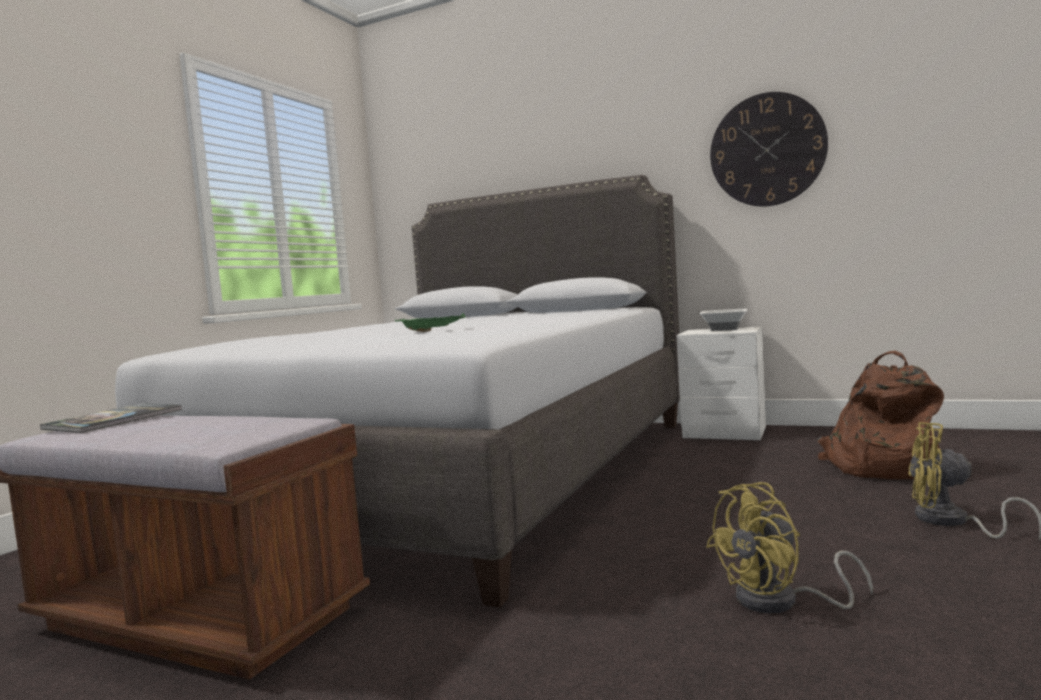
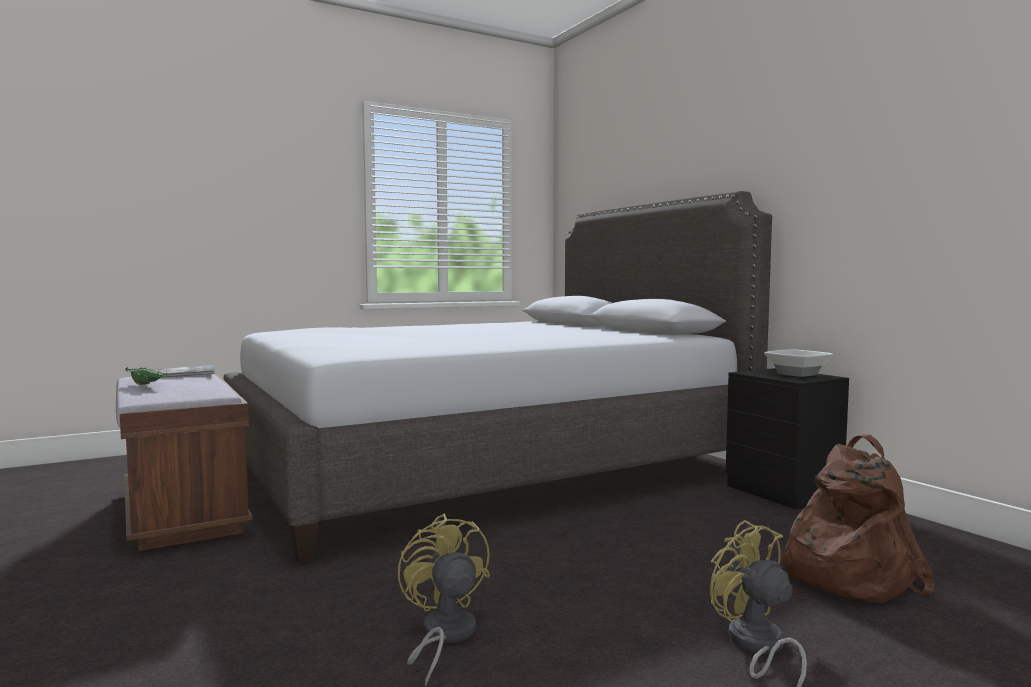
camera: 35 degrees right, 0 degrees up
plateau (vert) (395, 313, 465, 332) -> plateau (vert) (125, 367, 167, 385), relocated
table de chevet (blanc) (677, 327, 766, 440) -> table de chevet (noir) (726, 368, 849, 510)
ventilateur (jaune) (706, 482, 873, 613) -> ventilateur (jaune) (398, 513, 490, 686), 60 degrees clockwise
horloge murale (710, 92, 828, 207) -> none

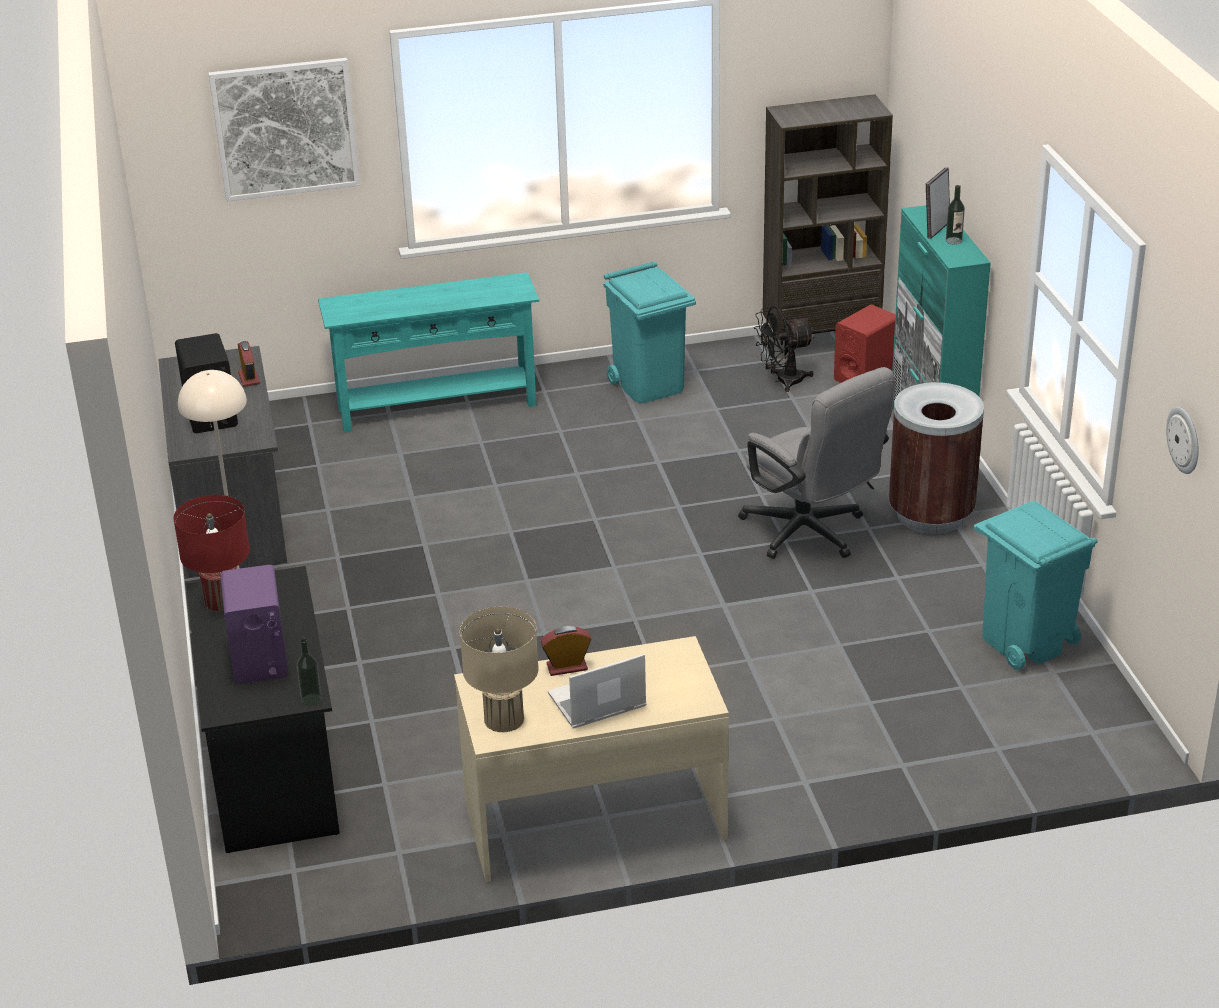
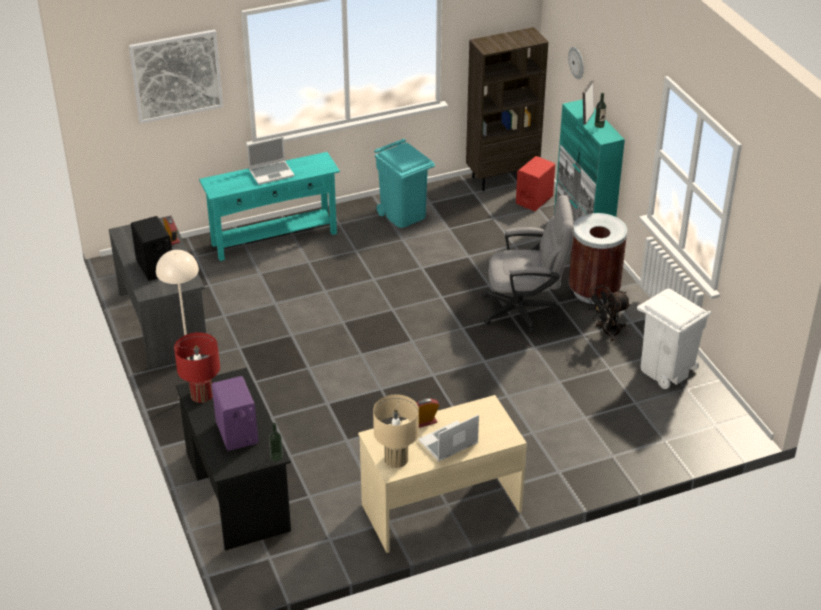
camera: 10 degrees left, 5 degrees up
chaise de bureau (gris) (738, 367, 895, 559) -> chaise de bureau (gris) (482, 195, 574, 333), 45 degrees counterclockwise
ventilateur (noir) (754, 306, 815, 392) -> ventilateur (noir) (587, 285, 631, 342), relocated
poubelle (turquoise) (974, 501, 1098, 670) -> poubelle (blanc) (637, 289, 711, 389)
horloge murale (1166, 407, 1199, 474) -> horloge murale (568, 47, 584, 79), relocated
none -> ordinateur portable (247, 137, 294, 185)

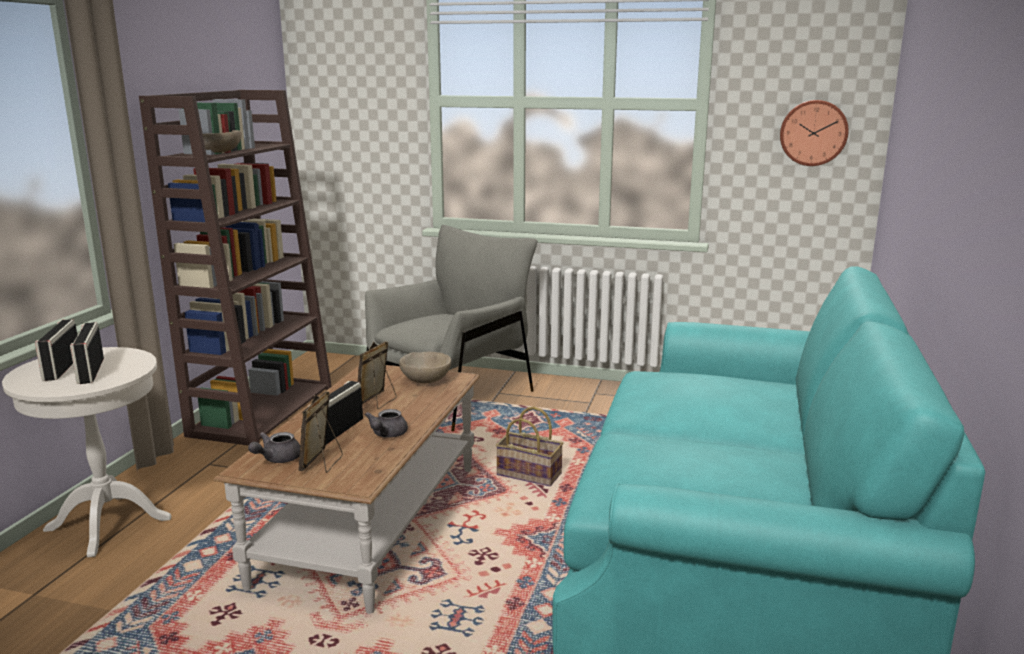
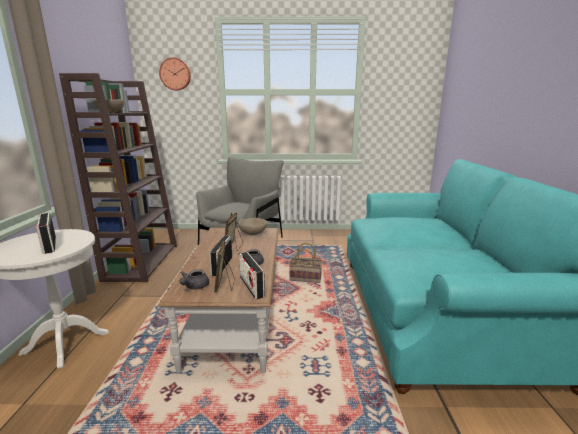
camera: 15 degrees left, 0 degrees up
radio (35, 319, 78, 381) -> radio (239, 252, 265, 299), relocated
horloge murale (780, 100, 849, 166) -> horloge murale (159, 57, 191, 91), relocated

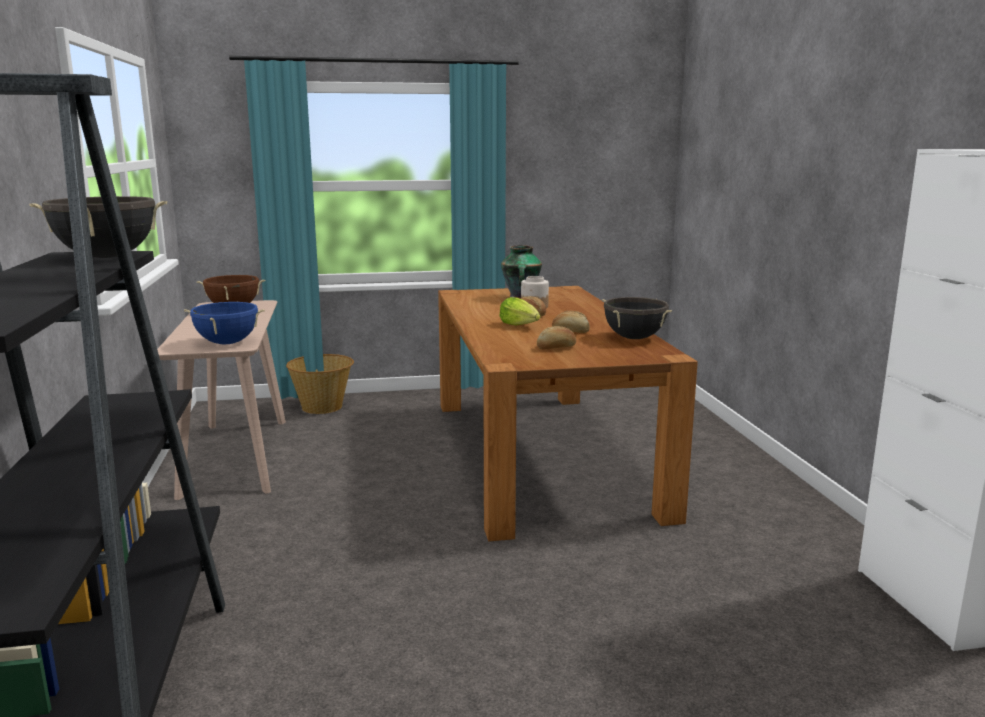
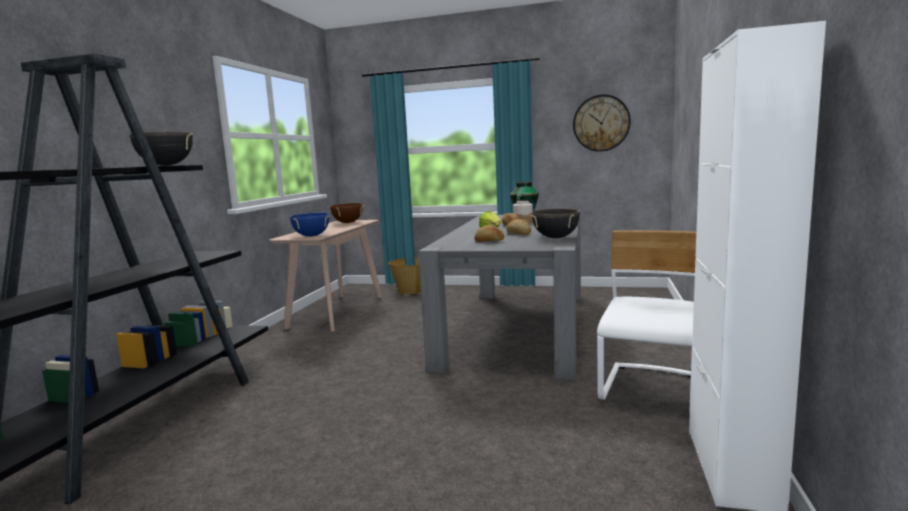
camera: 25 degrees right, 5 degrees down
table à manger (marron) (438, 286, 698, 541) -> table à manger (gris) (418, 215, 581, 381)
none -> horloge murale (573, 94, 631, 152)
none -> chaise (blanc) (597, 230, 696, 400)

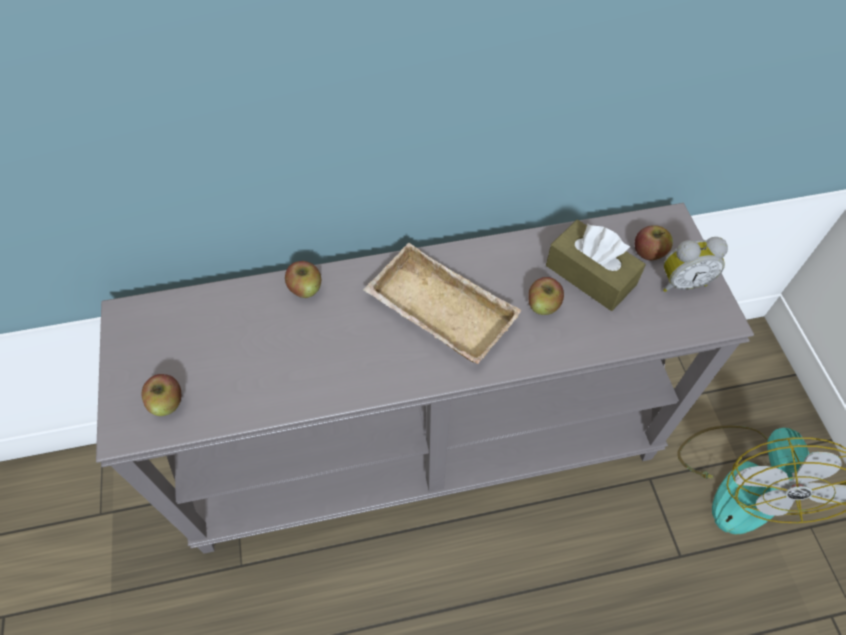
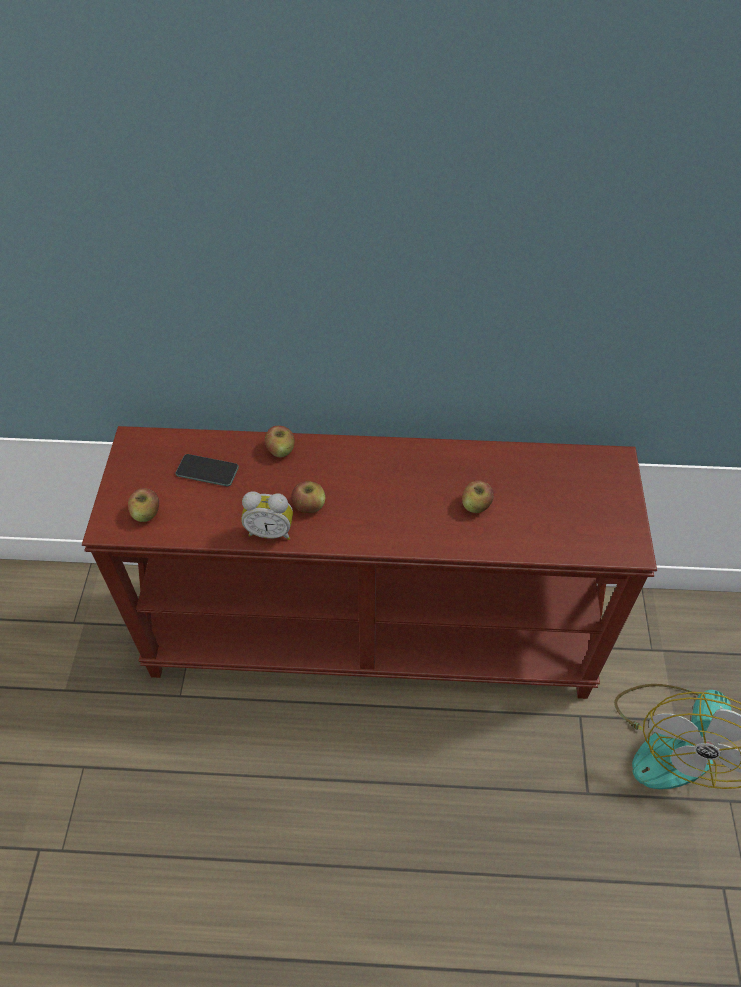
camera: 15 degrees right, 5 degrees down
table console (gris) (96, 203, 754, 554) -> table console (marron) (82, 426, 657, 699)
plateau (beige) (363, 243, 521, 364) -> none
boîte à mouchoirs (marron) (546, 220, 646, 311) -> none
pomme (635, 225, 673, 260) -> pomme (291, 481, 325, 513), relocated
réveil (663, 237, 728, 292) -> réveil (241, 491, 293, 540), relocated
none -> téléphone (176, 454, 239, 486)

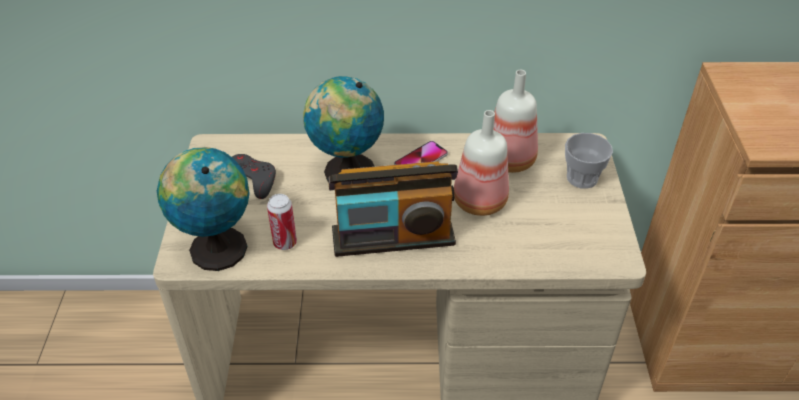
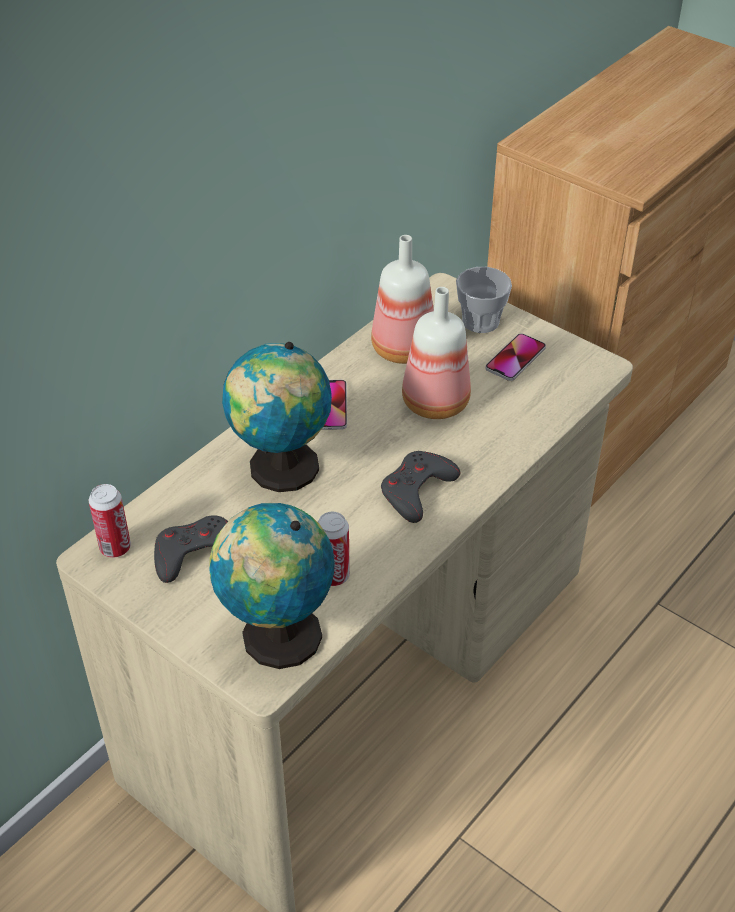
camera: 50 degrees left, 0 degrees up
radio (328, 161, 458, 257) -> manette (gris) (381, 451, 460, 523)
none -> boîte métallique (89, 484, 131, 558)
none -> téléphone (486, 333, 546, 381)

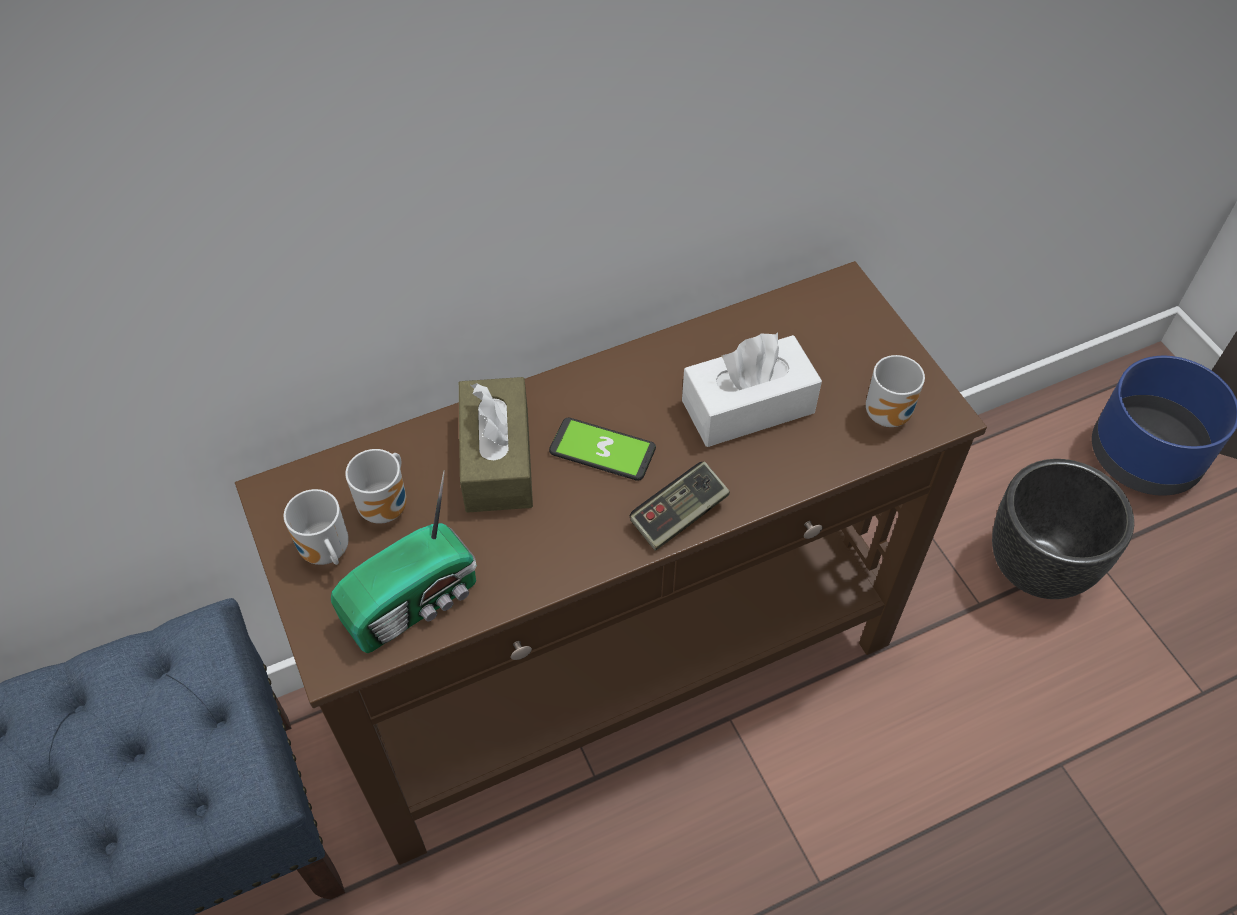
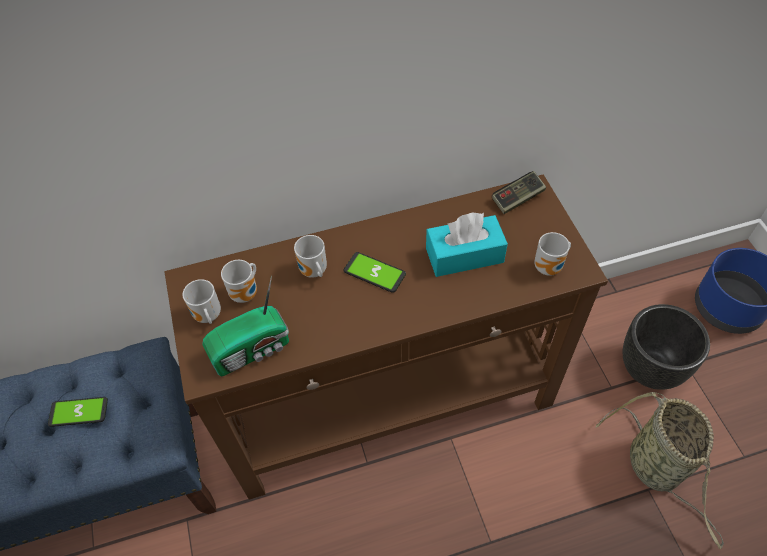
camera: 10 degrees right, 0 degrees up
boîte à mouchoirs (marron) (459, 377, 533, 513) -> mug (294, 235, 327, 278)
manette (630, 461, 730, 550) -> manette (492, 171, 546, 214), relocated
boîte à mouchoirs (blanc) (682, 332, 822, 447) -> boîte à mouchoirs (turquoise) (426, 212, 508, 277)
none -> téléphone (48, 397, 108, 427)
none -> panier (596, 392, 724, 549)

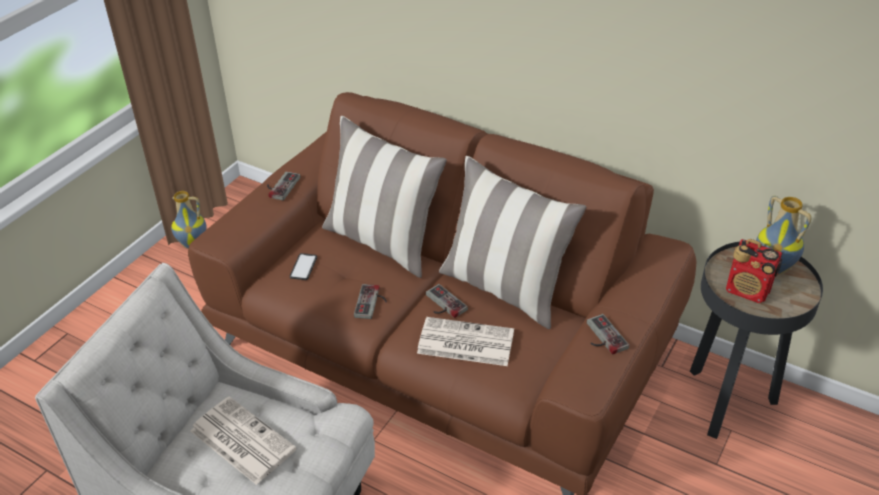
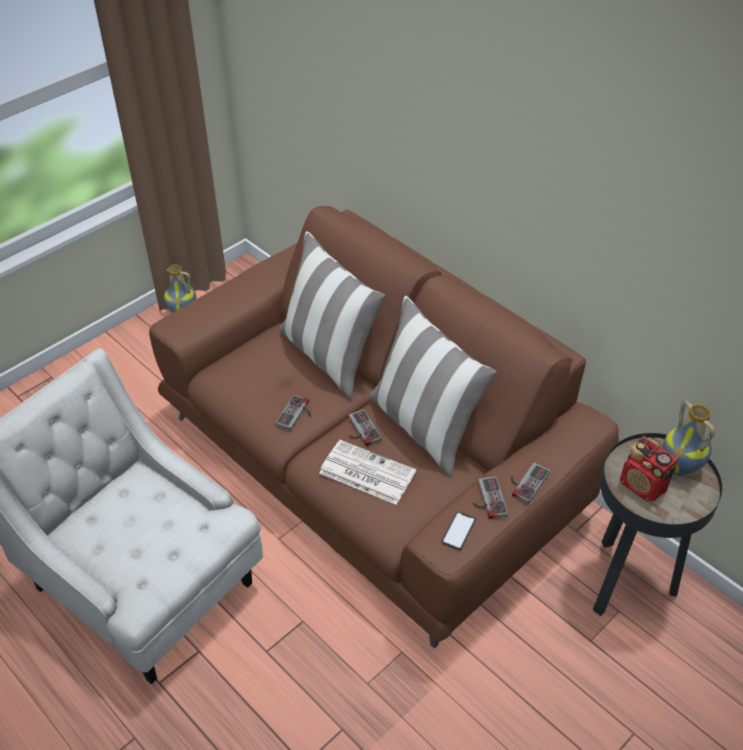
camera: 15 degrees right, 5 degrees up
journal (190, 396, 297, 485) -> none
manette (267, 171, 300, 200) -> manette (511, 463, 550, 504), relocated
téléphone (290, 253, 317, 280) -> téléphone (442, 511, 476, 550), relocated

